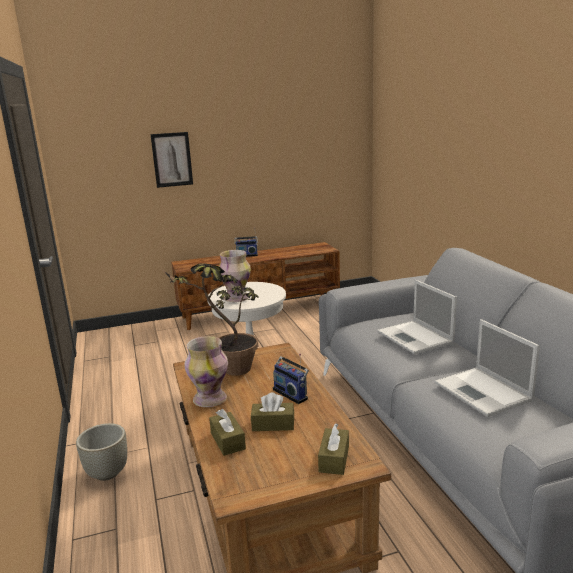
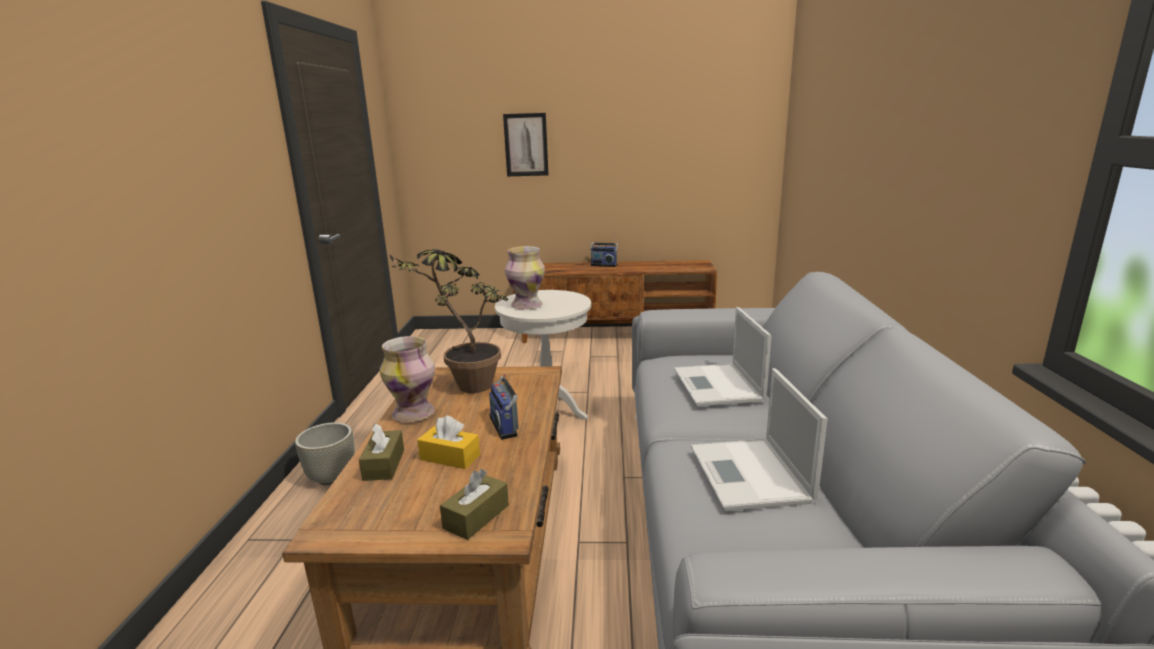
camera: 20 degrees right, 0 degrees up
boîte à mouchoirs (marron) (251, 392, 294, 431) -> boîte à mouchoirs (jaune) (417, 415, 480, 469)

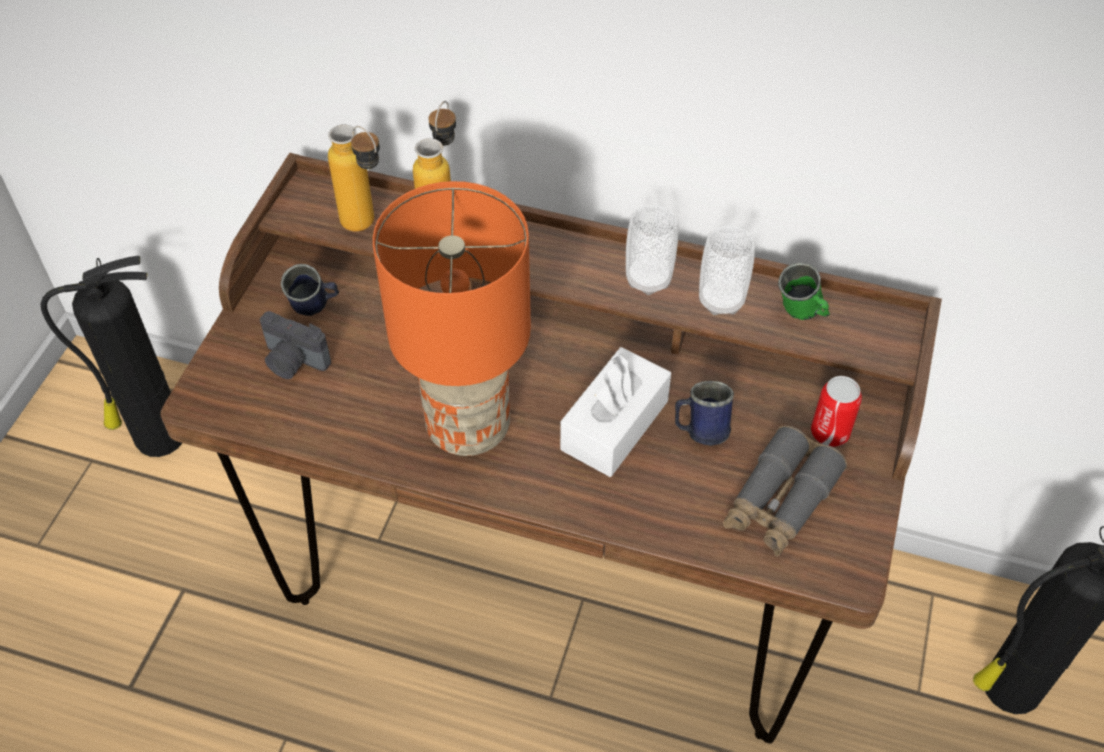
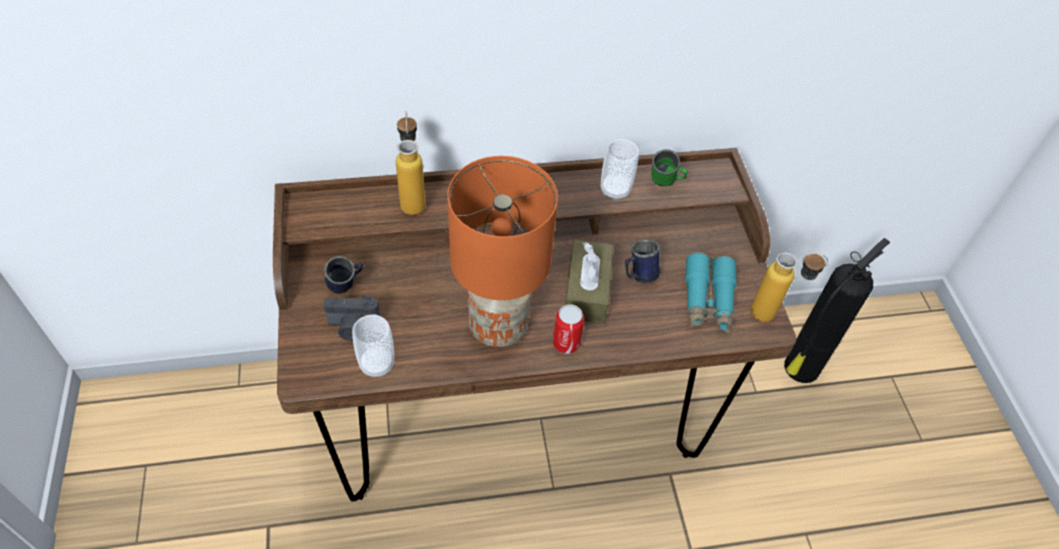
camera: 30 degrees left, 0 degrees up
extincteur (40, 256, 182, 457) -> none
bouteille (328, 124, 380, 232) -> bouteille (750, 252, 828, 322), relocated
boîte à mouchoirs (blanc) (560, 347, 671, 477) -> boîte à mouchoirs (marron) (565, 239, 613, 324)
tasse (626, 205, 678, 295) -> tasse (352, 315, 394, 377), relocated
jumelles (gris) (723, 426, 847, 557) -> jumelles (turquoise) (685, 252, 737, 333)
boîte métallique (811, 376, 862, 447) -> boîte métallique (553, 304, 584, 354), relocated

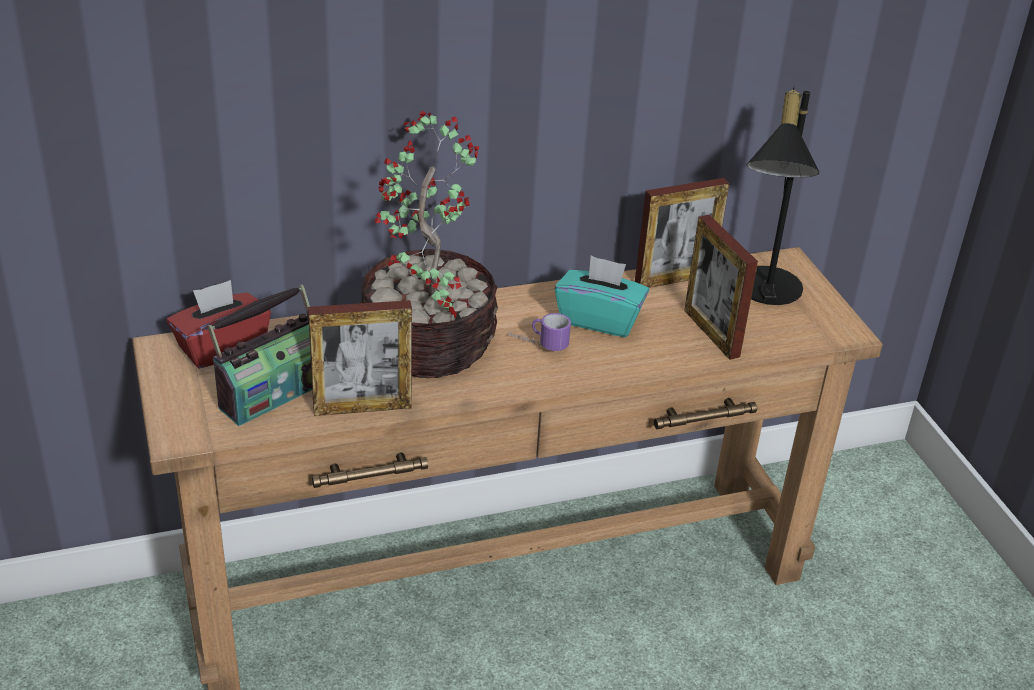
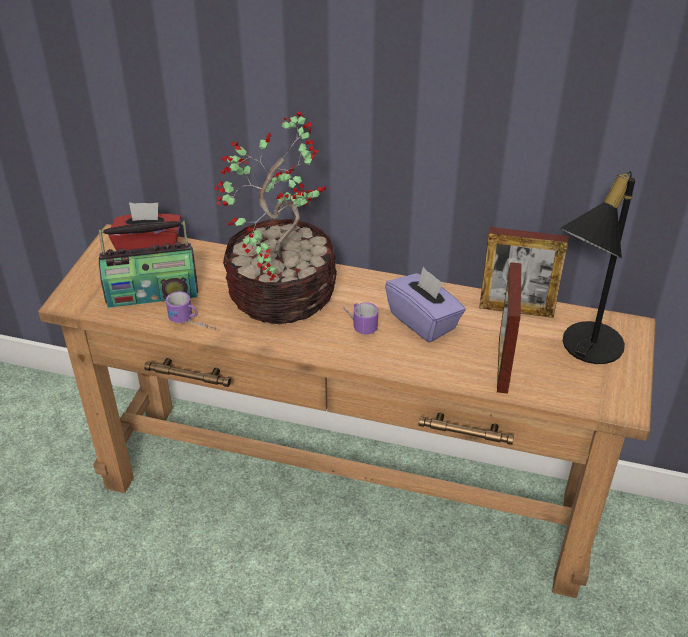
camera: 35 degrees right, 5 degrees up
cadre photo (308, 300, 412, 416) -> mug (166, 291, 218, 331)
boîte à mouchoirs (turquoise) (555, 255, 649, 337) -> boîte à mouchoirs (violet) (385, 267, 466, 343)

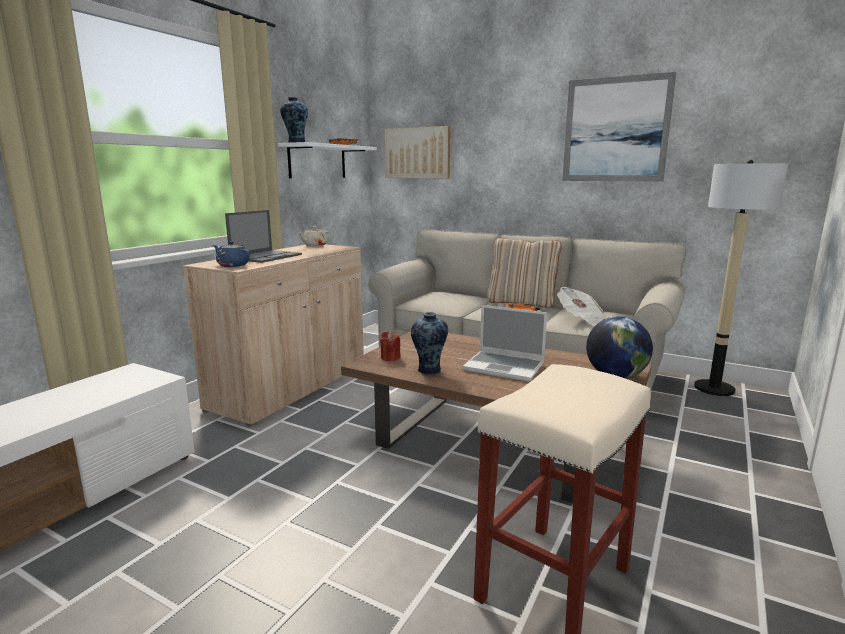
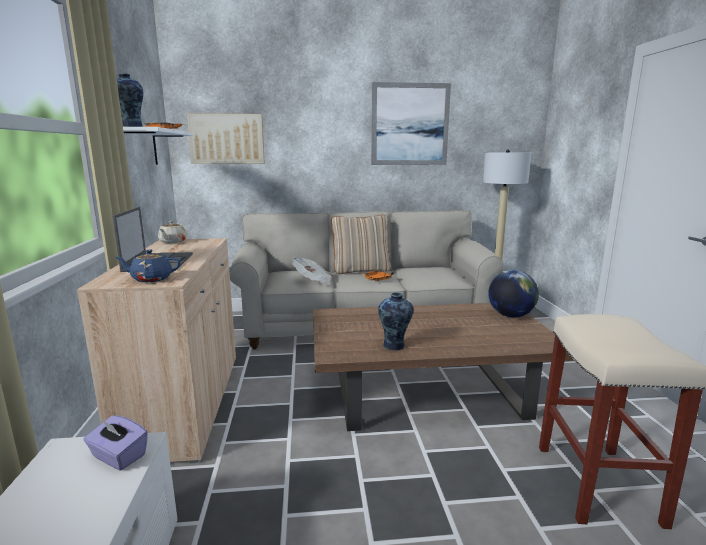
camera: 35 degrees left, 0 degrees up
bougie (rouge) (380, 332, 401, 361) -> none
ordinateur portable (463, 305, 547, 382) -> none
journal (557, 287, 607, 325) -> journal (292, 257, 332, 285), relocated
none -> boîte à mouchoirs (violet) (83, 416, 148, 470)

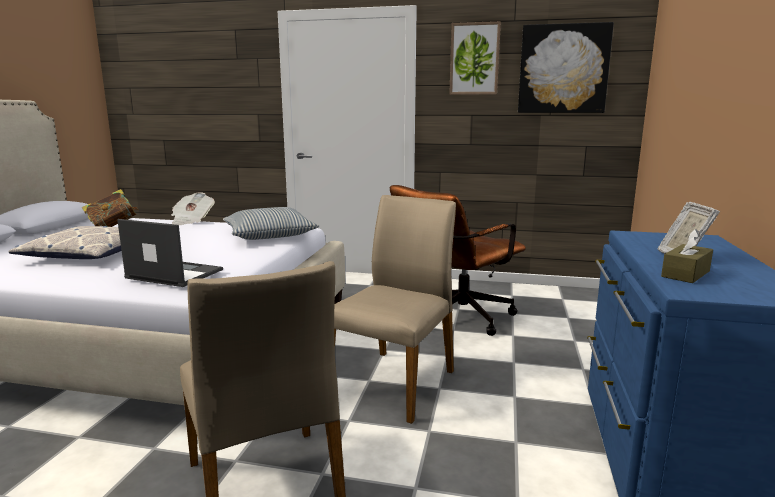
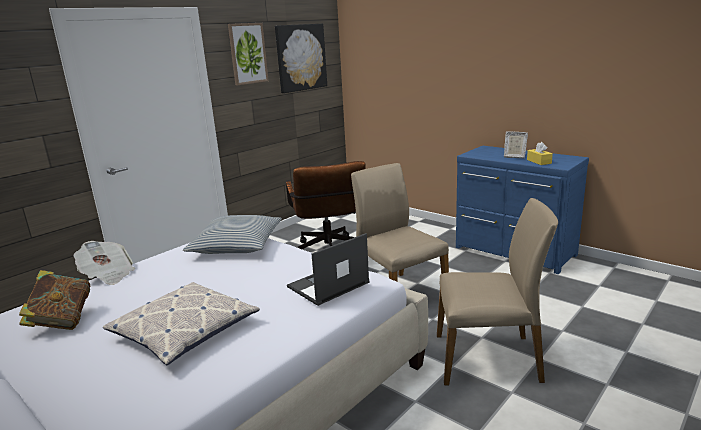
camera: 60 degrees left, 5 degrees up
boîte à mouchoirs (marron) (661, 229, 713, 283) -> boîte à mouchoirs (jaune) (527, 142, 553, 165)

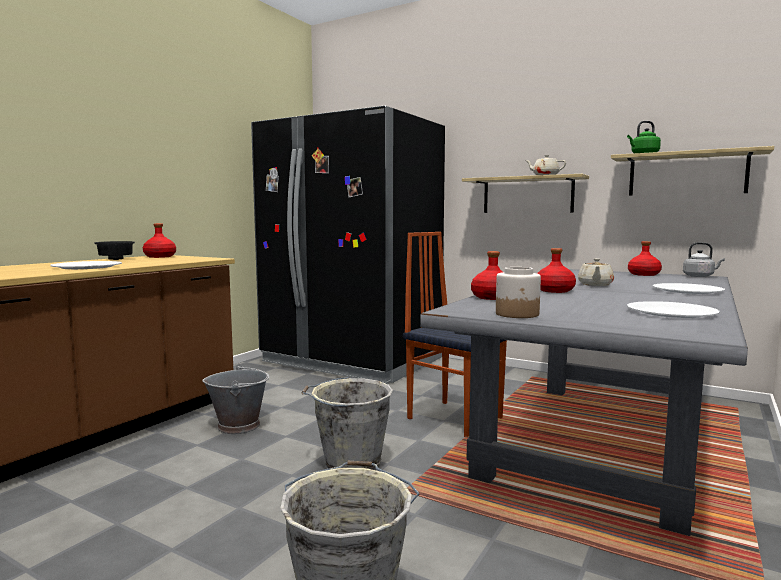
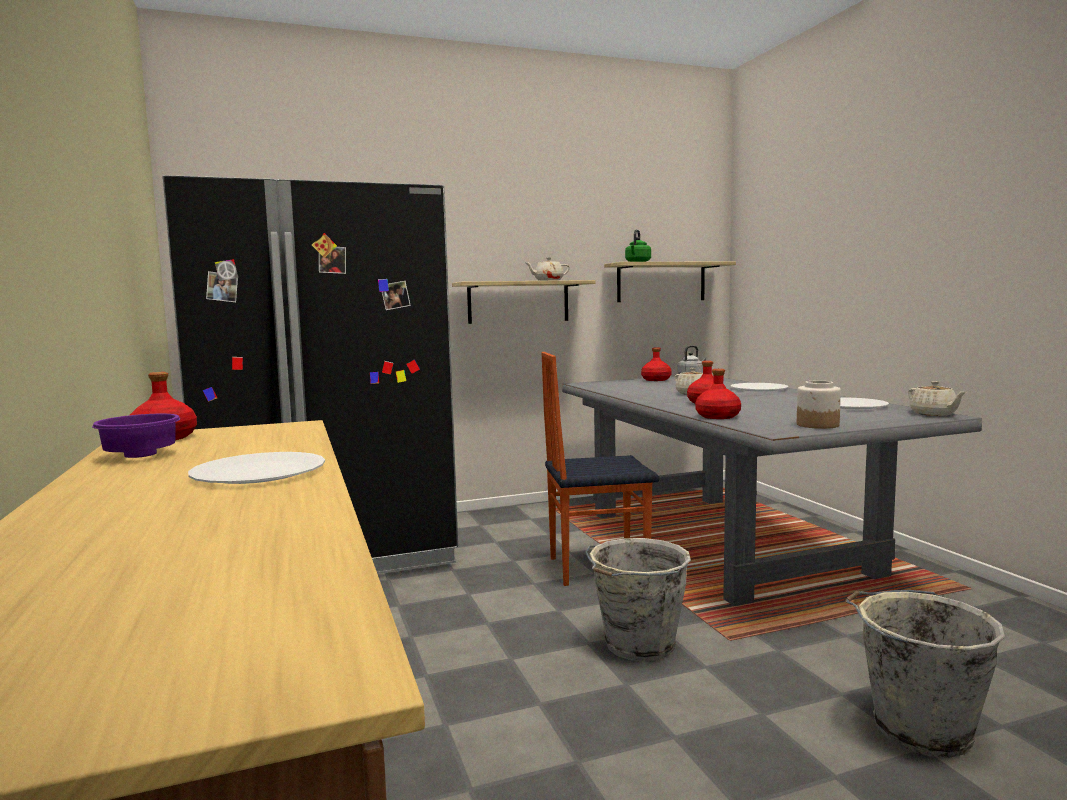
camera: 50 degrees left, 0 degrees up
bol (noir) (95, 241, 134, 260) -> bol (violet) (92, 414, 180, 458)
seau (gris) (202, 364, 269, 434) -> none
none -> théière (beige) (908, 381, 966, 416)

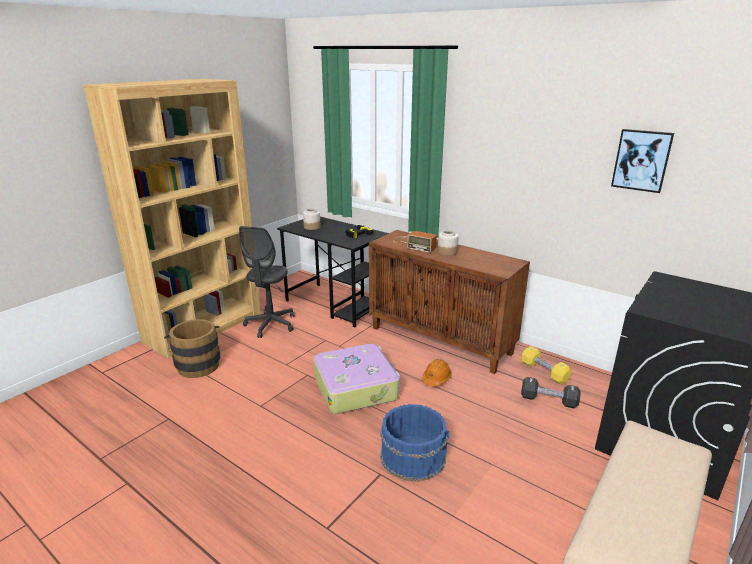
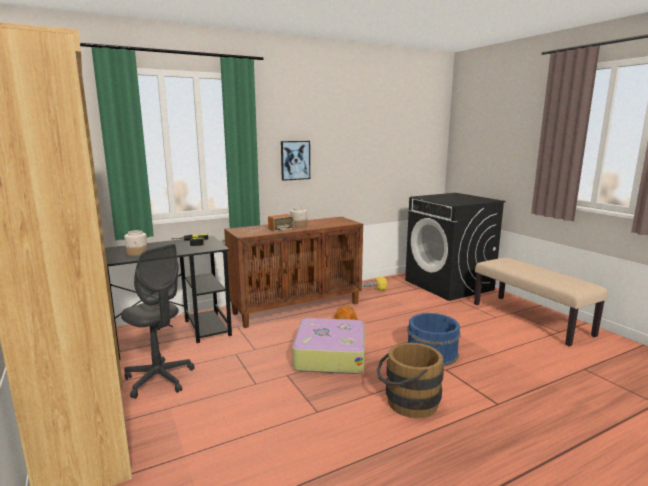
camera: 65 degrees left, 10 degrees down
seau (marron) (164, 319, 220, 378) -> seau (marron) (377, 343, 444, 418), relocated
haltère (noir) (521, 377, 581, 408) -> none
tableau (611, 129, 674, 193) -> tableau (281, 141, 310, 181), relocated

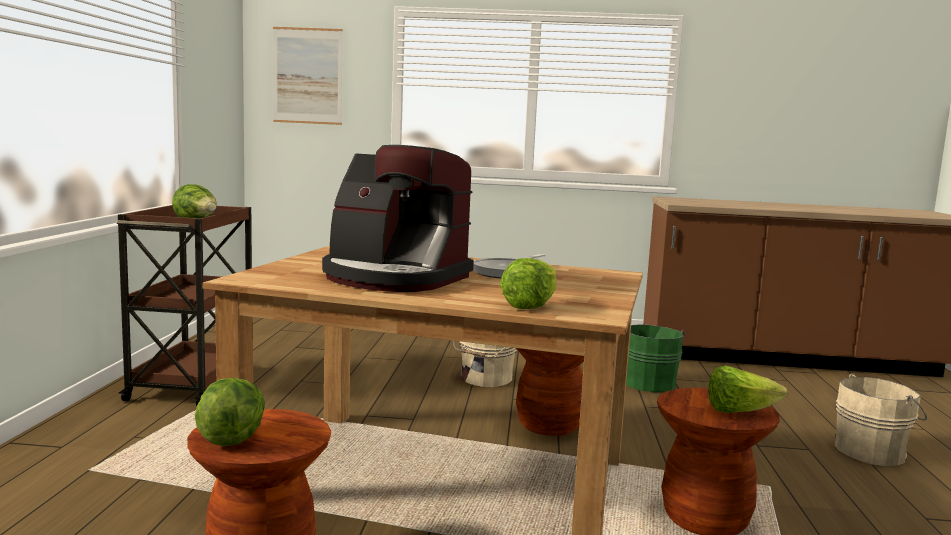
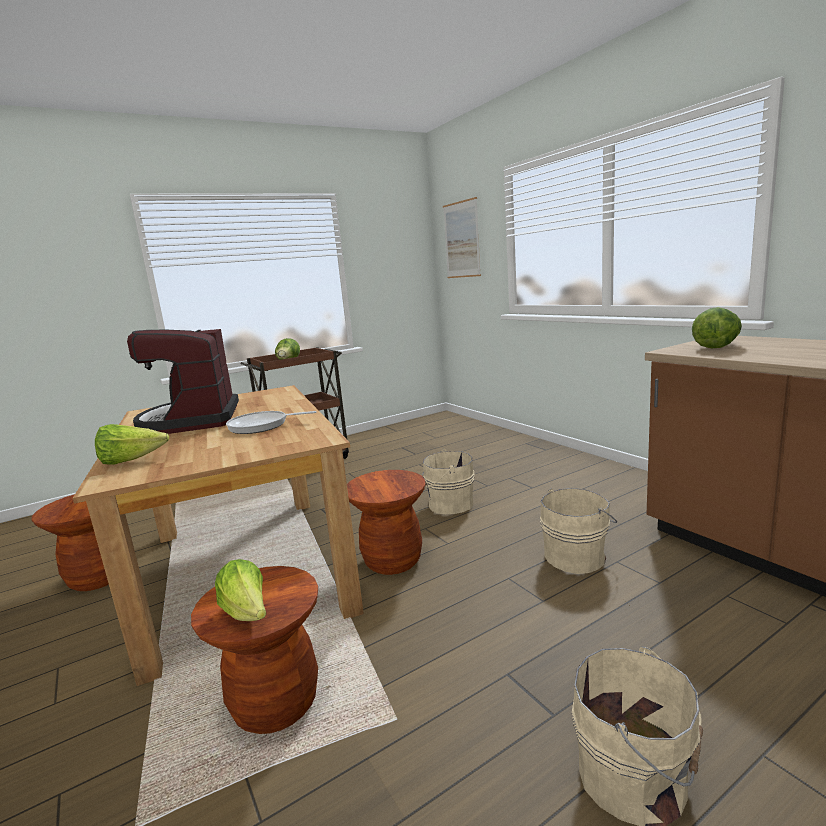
camera: 55 degrees right, 5 degrees up
laitue (195, 378, 265, 446) -> laitue (692, 307, 742, 348), relocated
seau (vert) (626, 324, 685, 392) -> seau (beige) (540, 488, 617, 574)

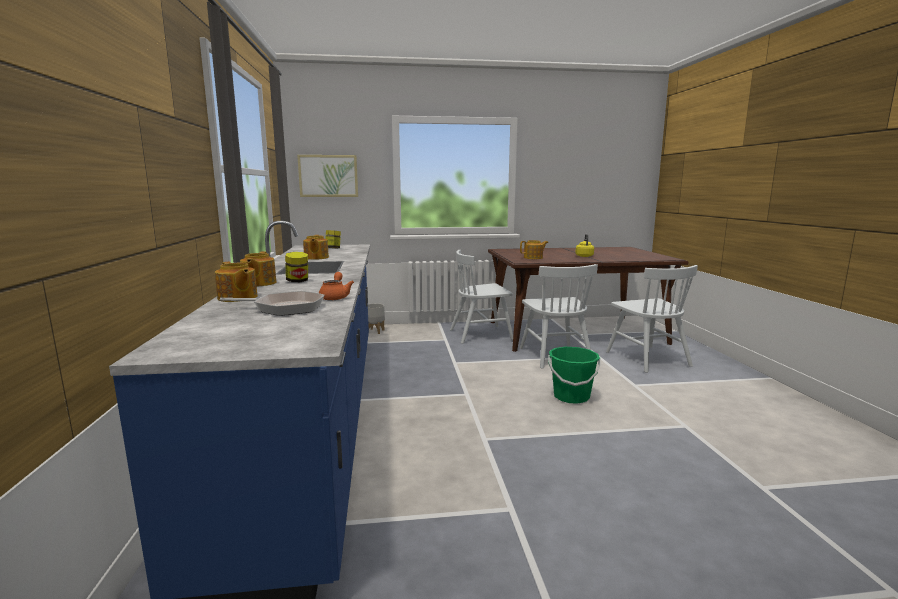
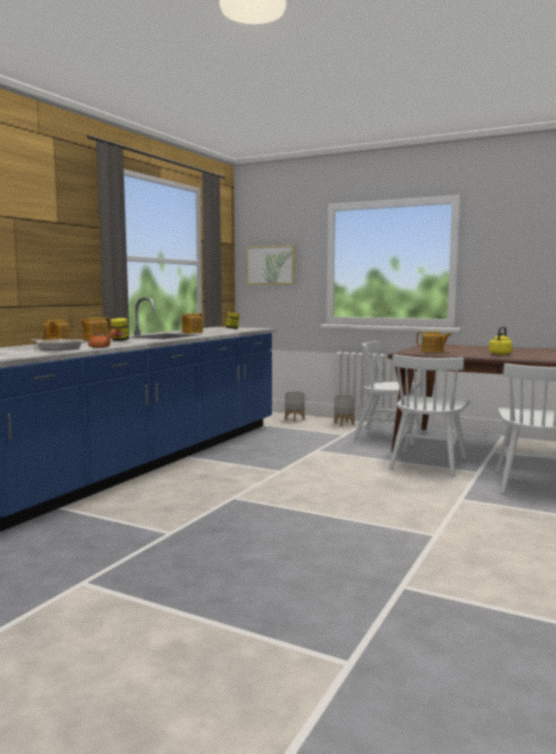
camera: 35 degrees right, 5 degrees down
seau (vert) (548, 347, 601, 404) -> none
none -> cache-pot (gris) (334, 395, 355, 426)

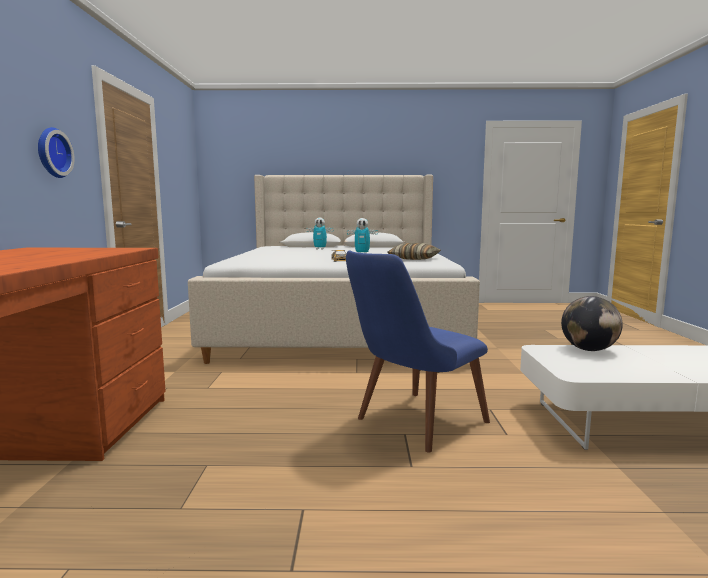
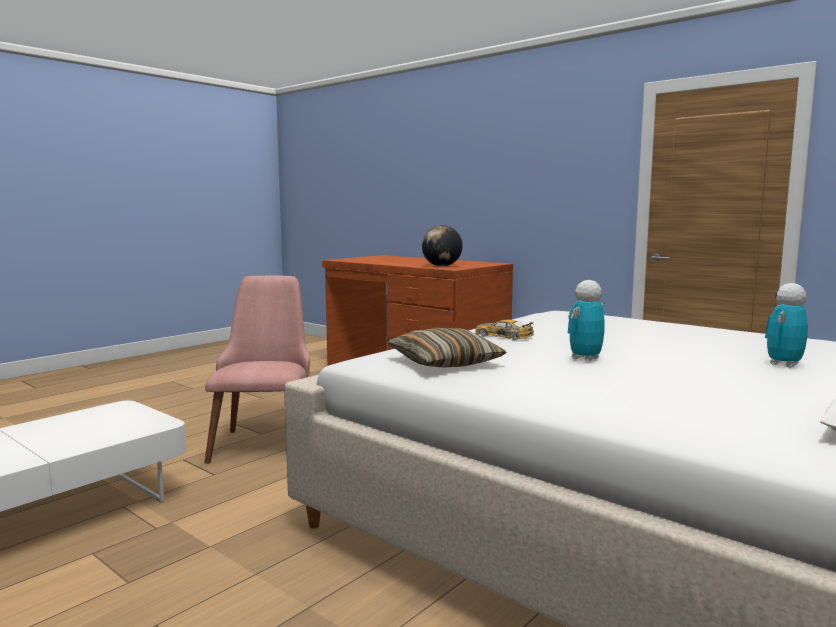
camera: 130 degrees right, 0 degrees up
horloge murale (38, 127, 75, 178) -> none
chaise (bleu) (346, 250, 490, 453) -> chaise (rose) (204, 276, 310, 464)
globe (561, 296, 623, 351) -> globe (422, 225, 463, 267), relocated

